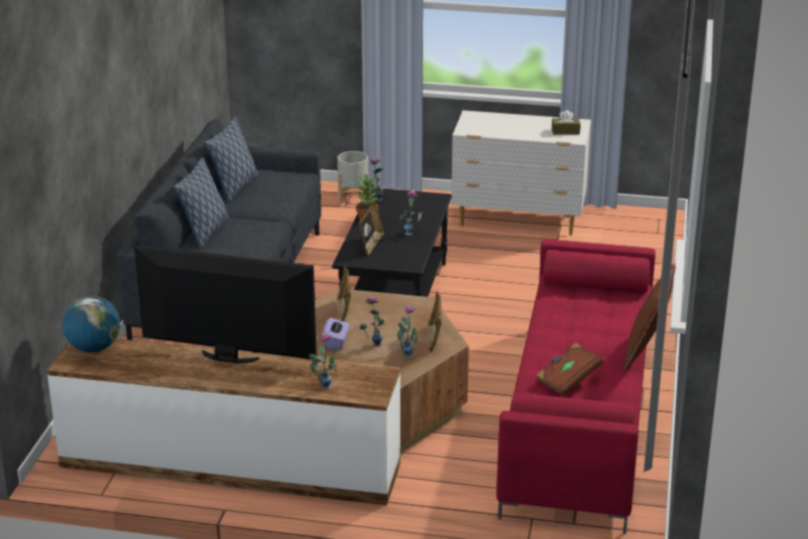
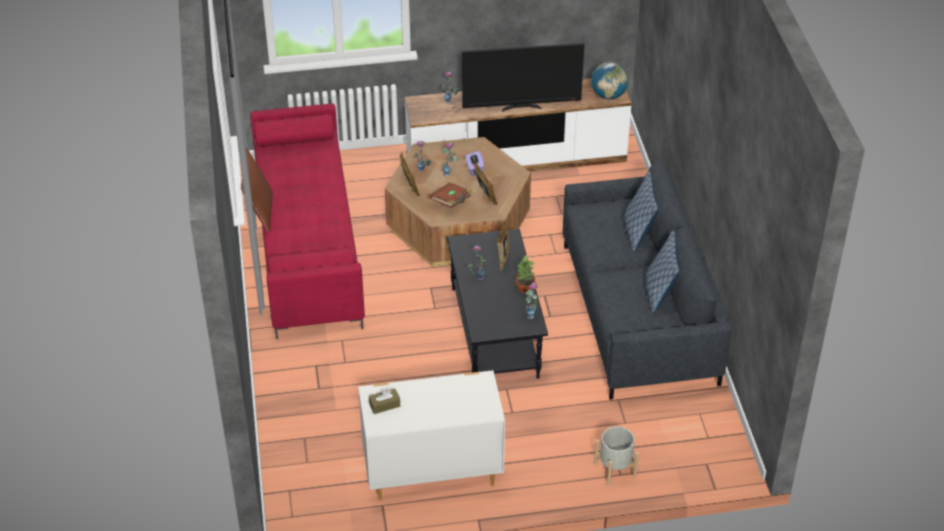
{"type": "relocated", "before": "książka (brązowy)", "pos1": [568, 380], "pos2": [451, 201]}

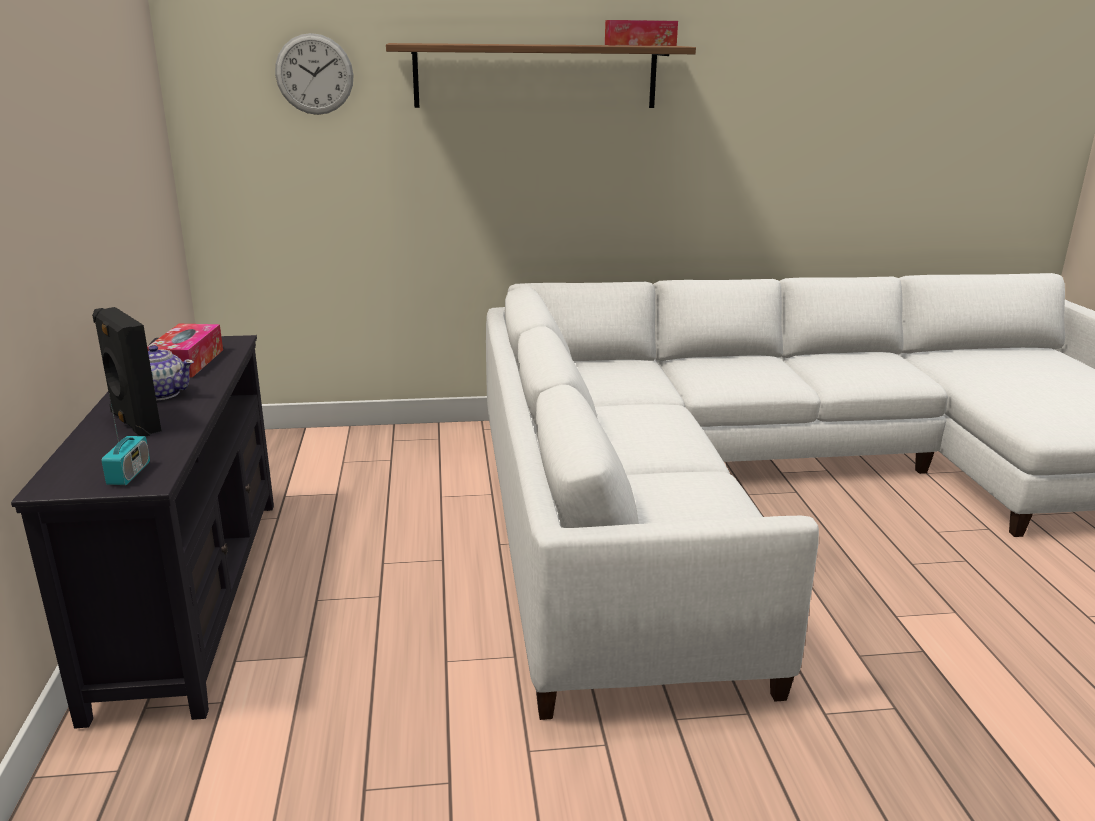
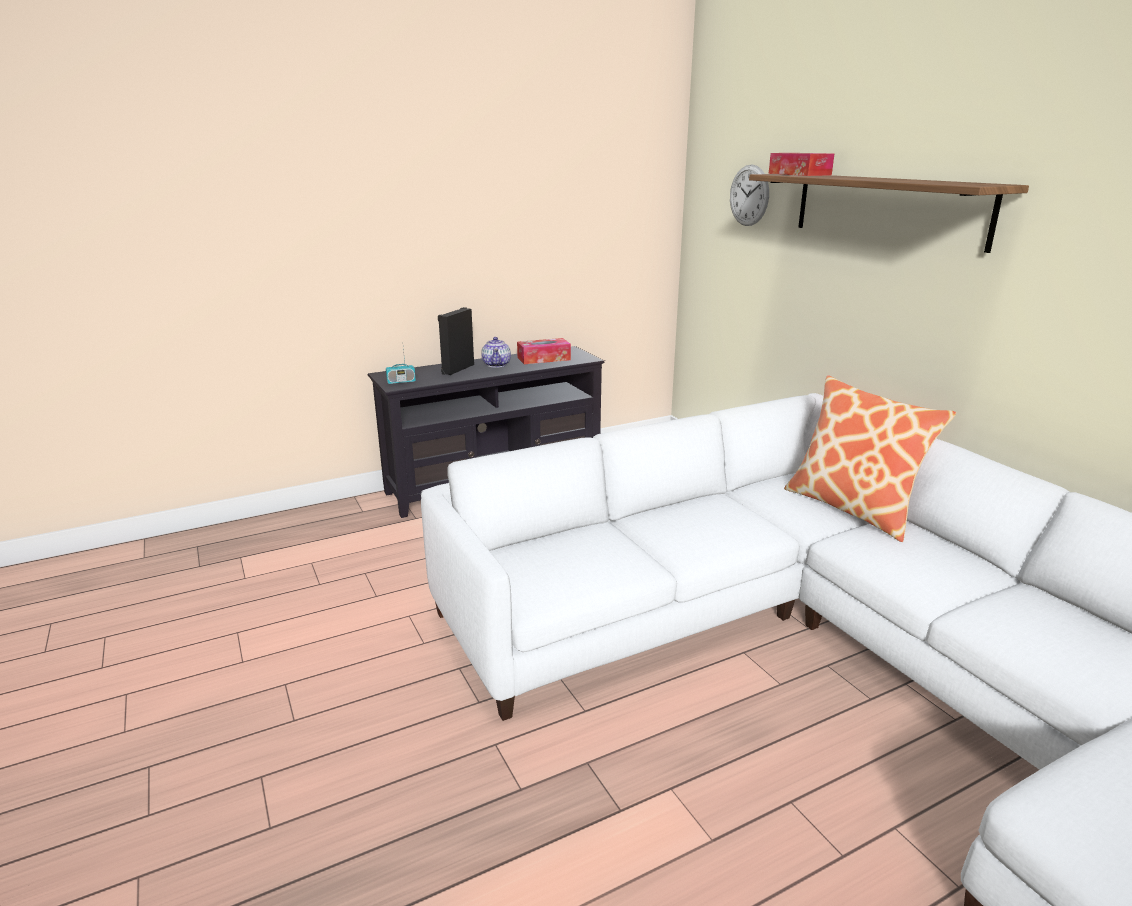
{"type": "relocated", "before": "pudełko chusteczek", "pos1": [640, 45], "pos2": [799, 174]}
{"type": "appeared", "after": "poduszka", "pos2": [853, 508]}

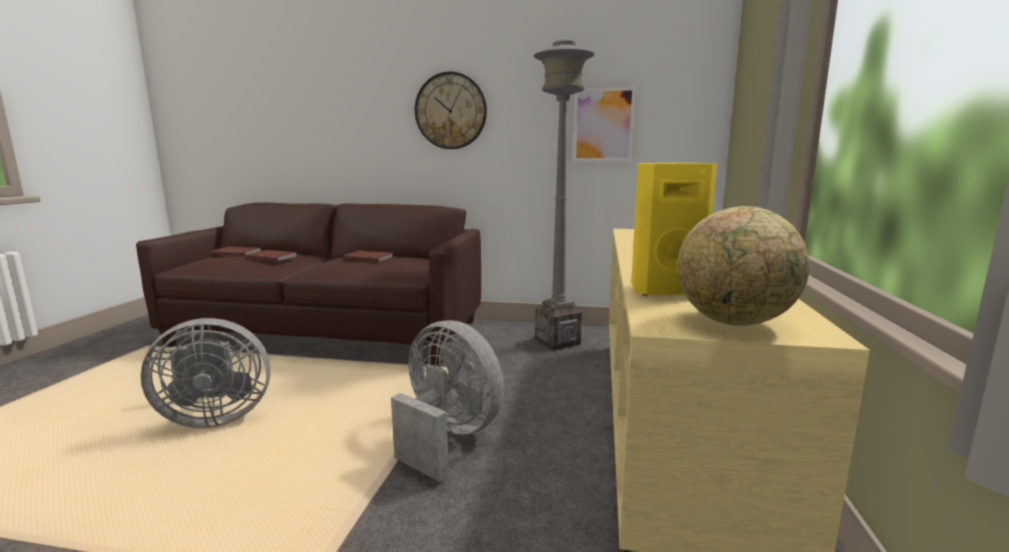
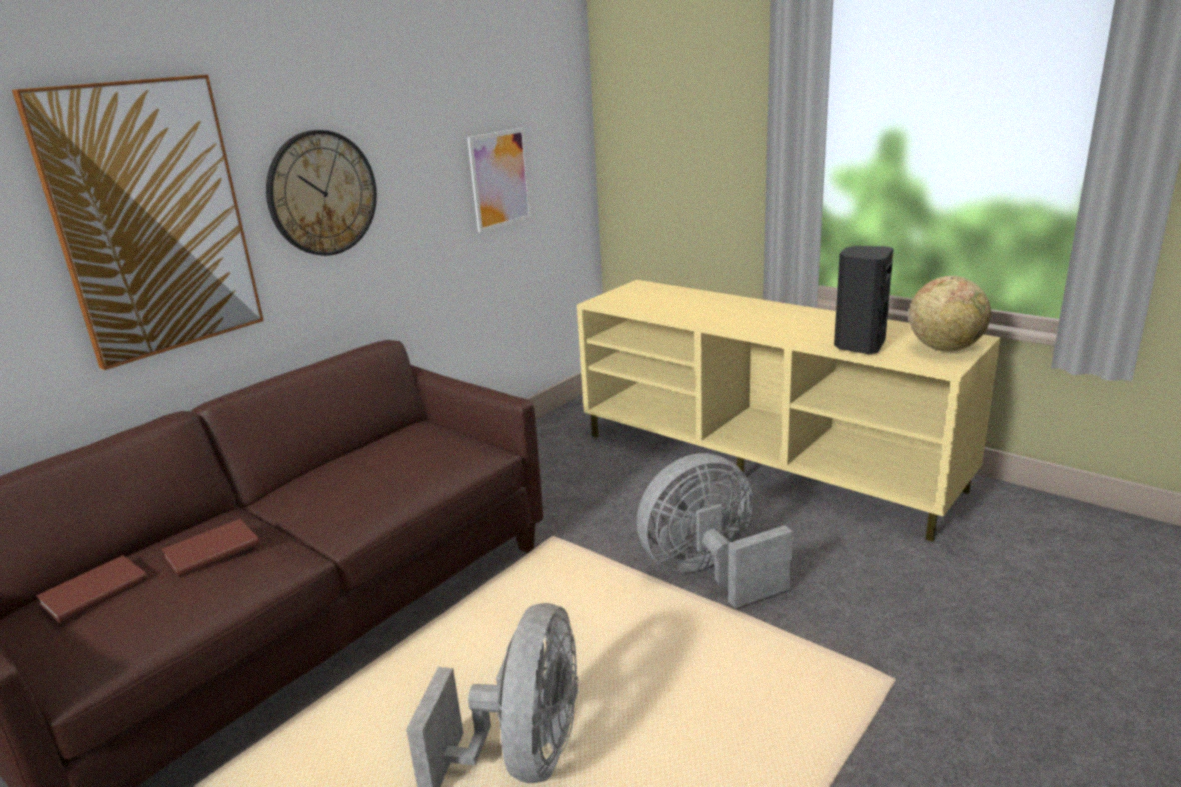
{"type": "missing", "before": "książka (brązowy)", "pos1": [369, 258]}
{"type": "missing", "before": "lampa stojąca (szary)", "pos1": [558, 341]}
{"type": "colour", "before": "głośnik (żółty)", "after": "głośnik (czarny)", "pos1": [664, 290], "pos2": [858, 345]}
{"type": "appeared", "after": "obraz", "pos2": [151, 220]}

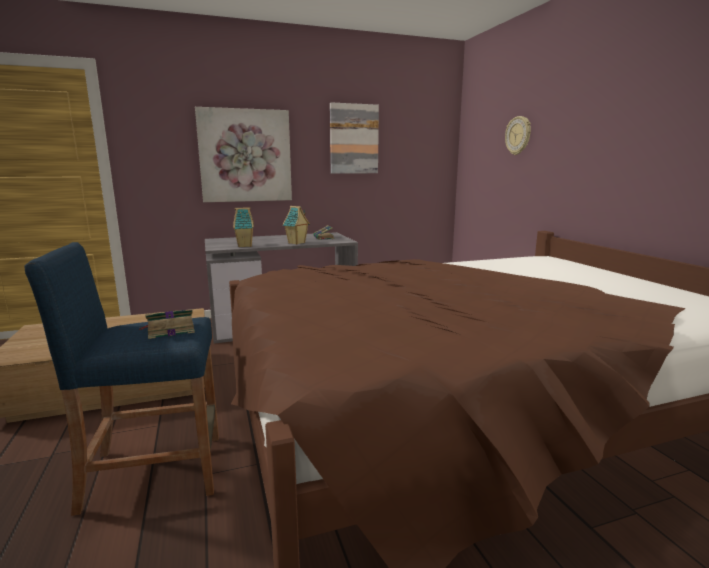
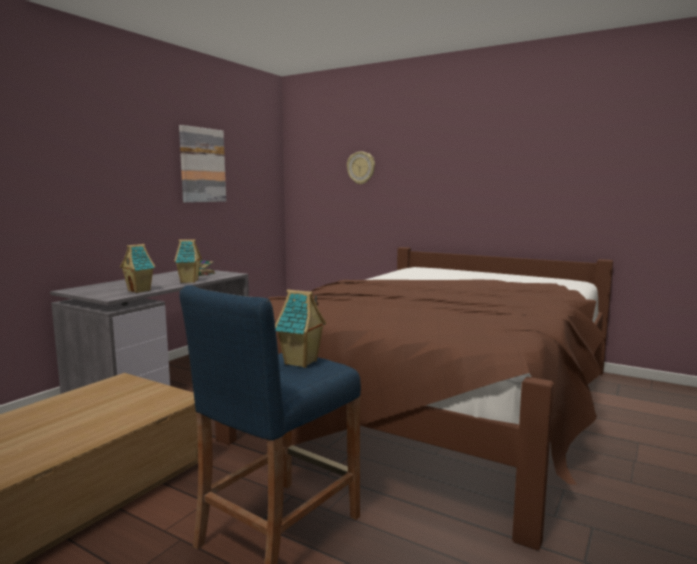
{"type": "exchanged", "before": "książka", "after": "domek", "pos1": [169, 330], "pos2": [301, 362]}
{"type": "missing", "before": "obraz", "pos1": [245, 156]}

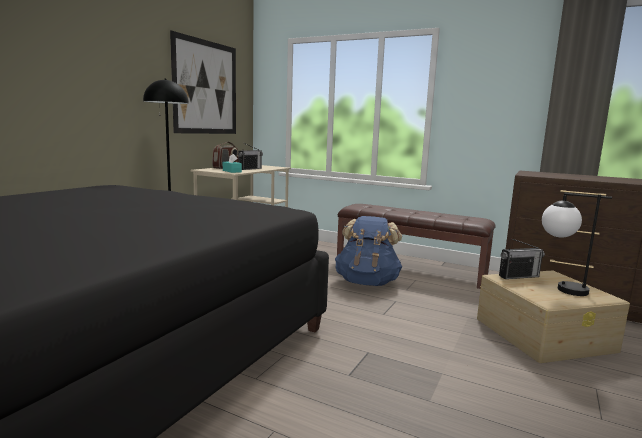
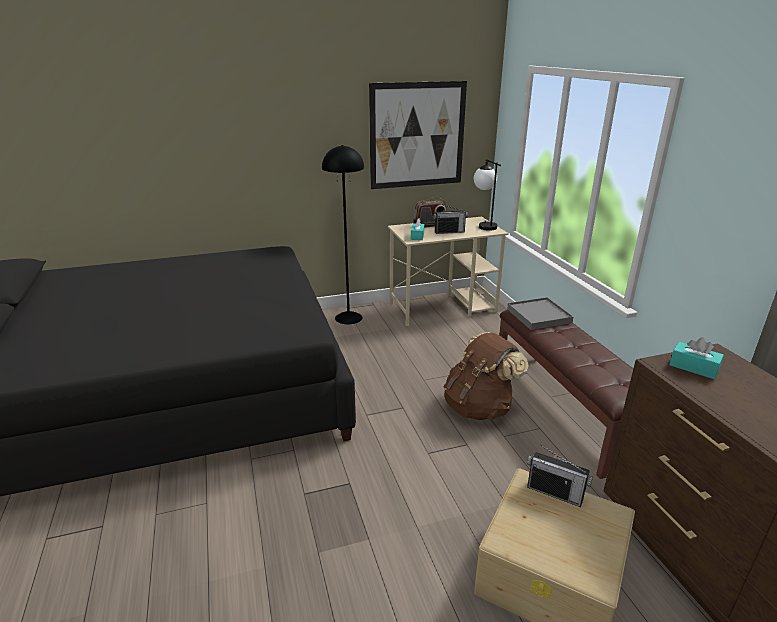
{"type": "colour", "before": "plecak (niebieski)", "after": "plecak (brązowy)", "pos1": [367, 282], "pos2": [479, 407]}
{"type": "relocated", "before": "lampa stołowa", "pos1": [559, 288], "pos2": [483, 225]}
{"type": "appeared", "after": "taca (szary)", "pos2": [538, 316]}
{"type": "appeared", "after": "pudełko chusteczek (turkusowy)", "pos2": [693, 367]}

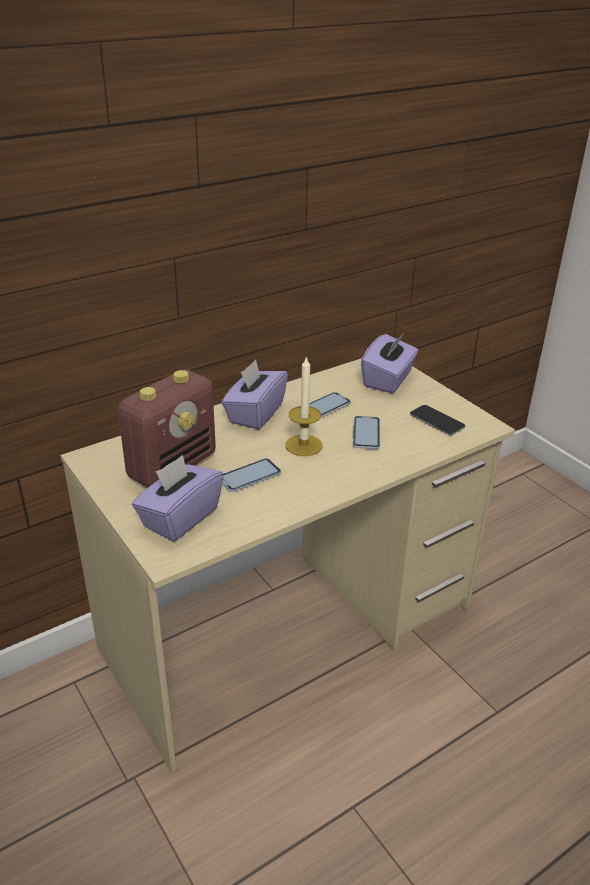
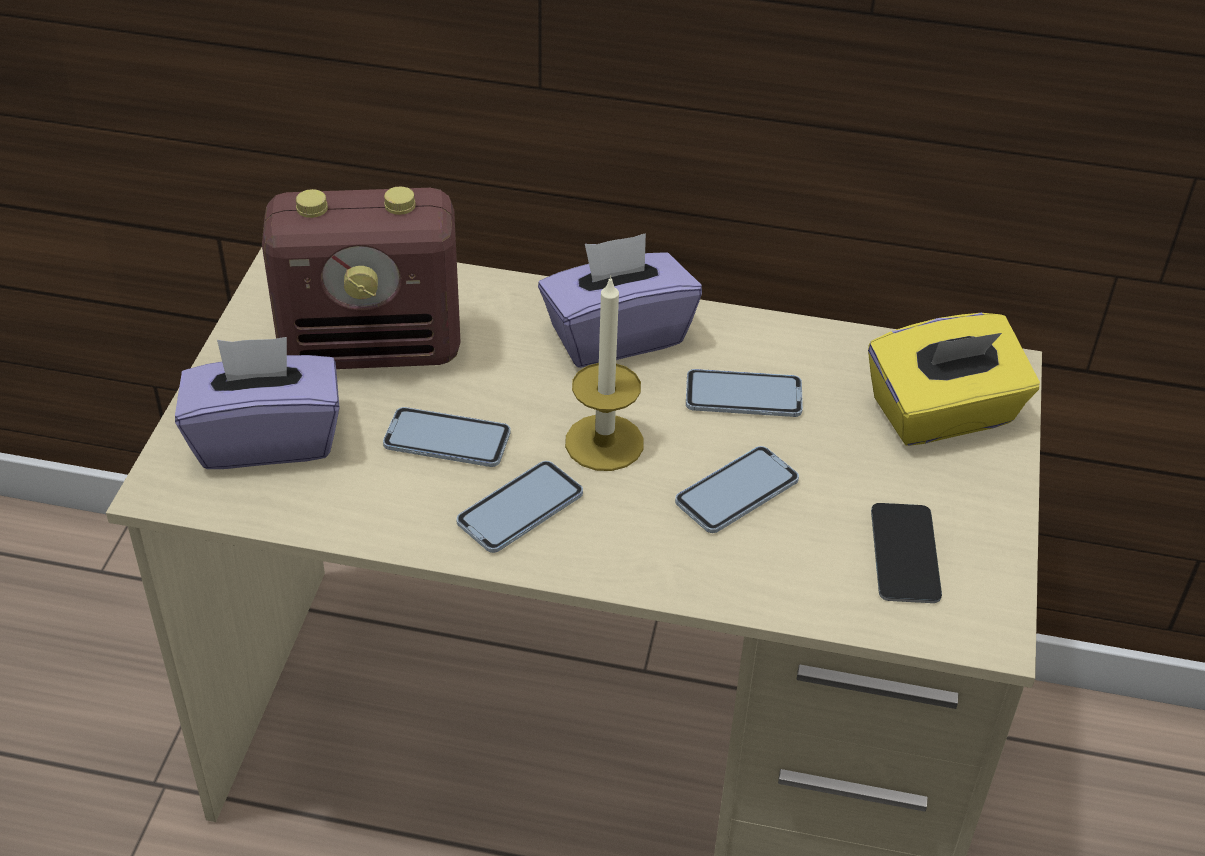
{"type": "colour", "before": "pudełko chusteczek (fioletowy)", "after": "pudełko chusteczek (żółty)", "pos1": [388, 380], "pos2": [943, 414]}
{"type": "appeared", "after": "telefon", "pos2": [520, 509]}

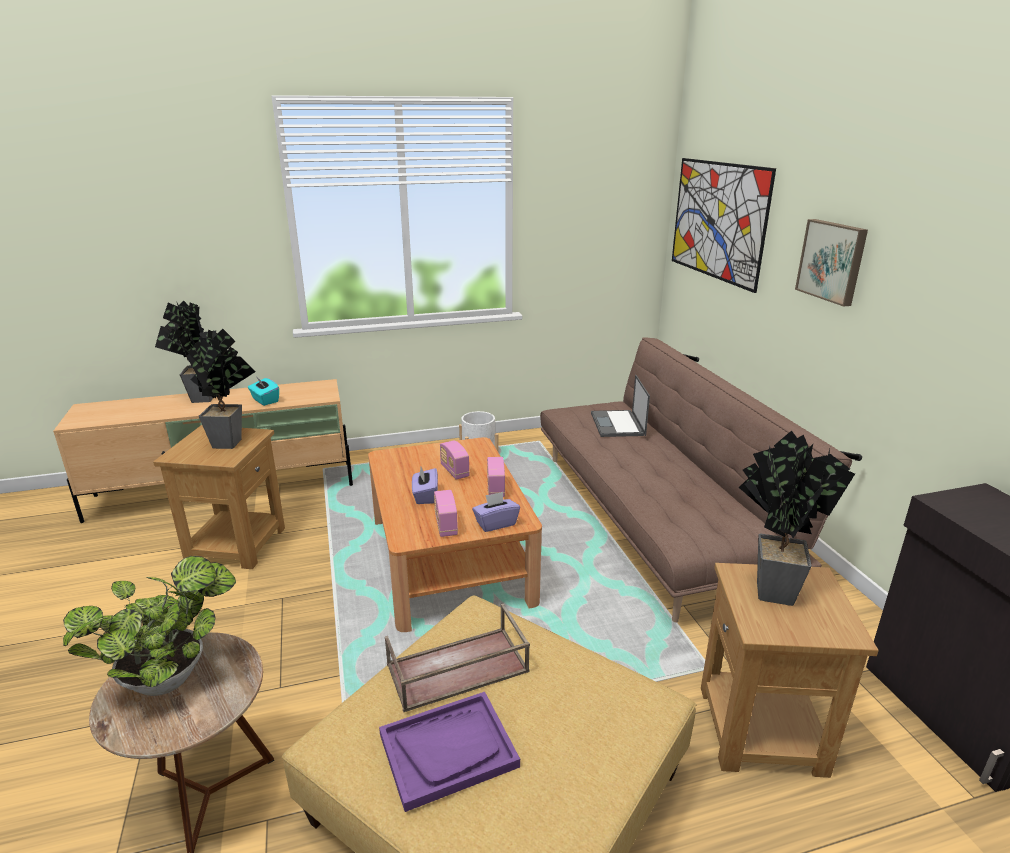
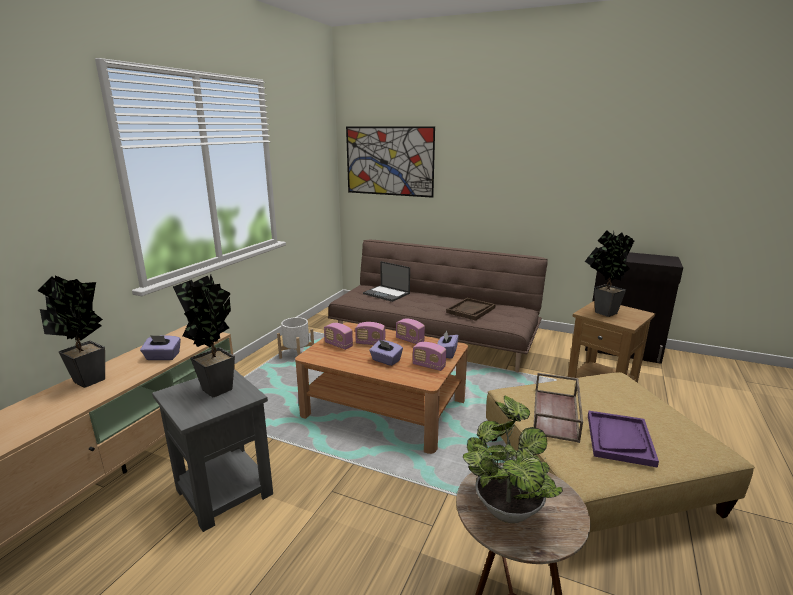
{"type": "colour", "before": "stolik (brązowy)", "after": "stolik (szary)", "pos1": [237, 544], "pos2": [223, 491]}
{"type": "colour", "before": "pudełko chusteczek (turkusowy)", "after": "pudełko chusteczek (fioletowy)", "pos1": [265, 400], "pos2": [162, 357]}
{"type": "missing", "before": "obraz", "pos1": [832, 261]}
{"type": "appeared", "after": "radio", "pos2": [338, 345]}
{"type": "appeared", "after": "taca (brązowy)", "pos2": [471, 310]}

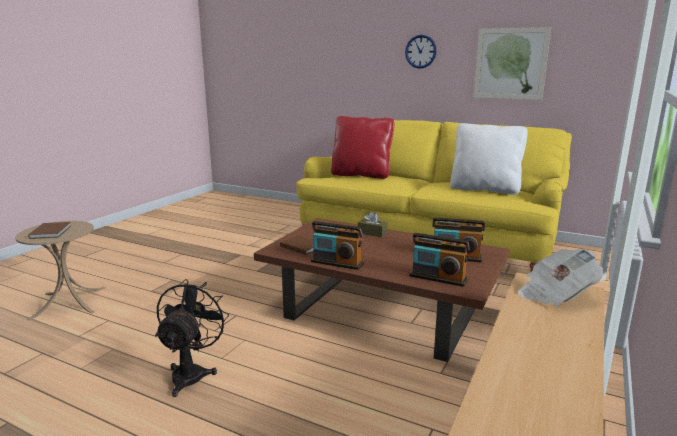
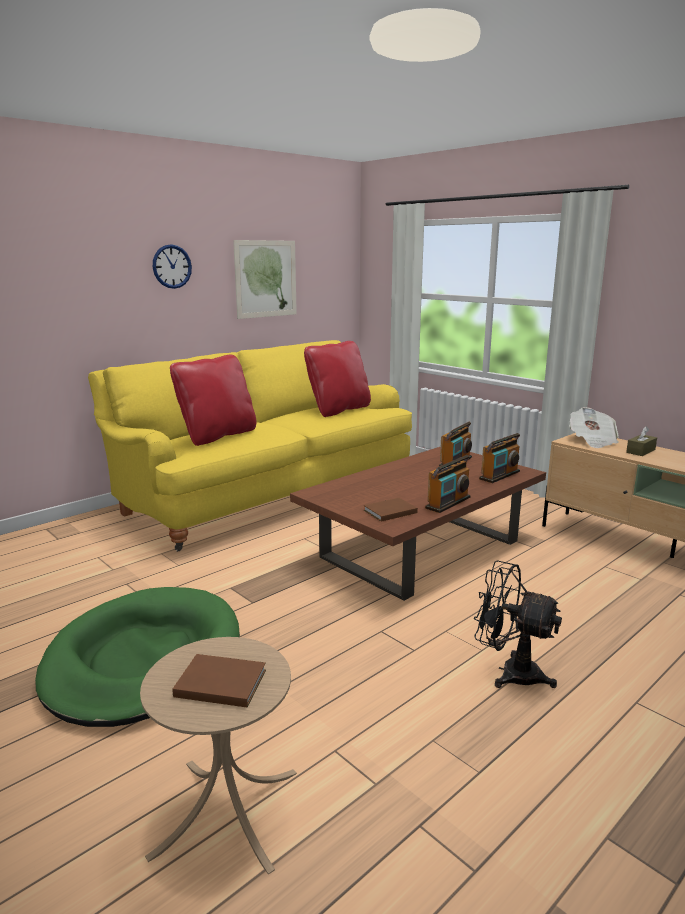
{"type": "relocated", "before": "pudełko chusteczek (brązowy)", "pos1": [372, 233], "pos2": [640, 451]}
{"type": "colour", "before": "poduszka (biały)", "after": "poduszka (czerwony)", "pos1": [484, 189], "pos2": [338, 410]}
{"type": "appeared", "after": "legowisko (zielony)", "pos2": [144, 660]}

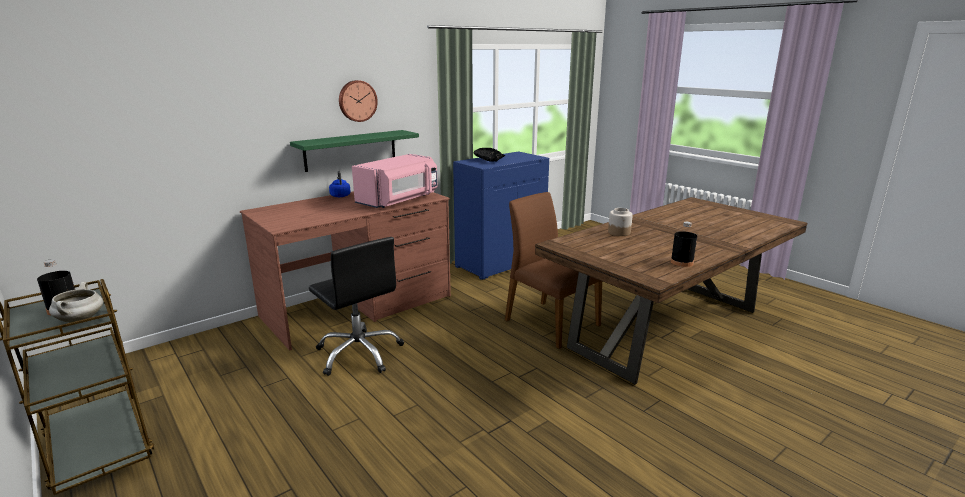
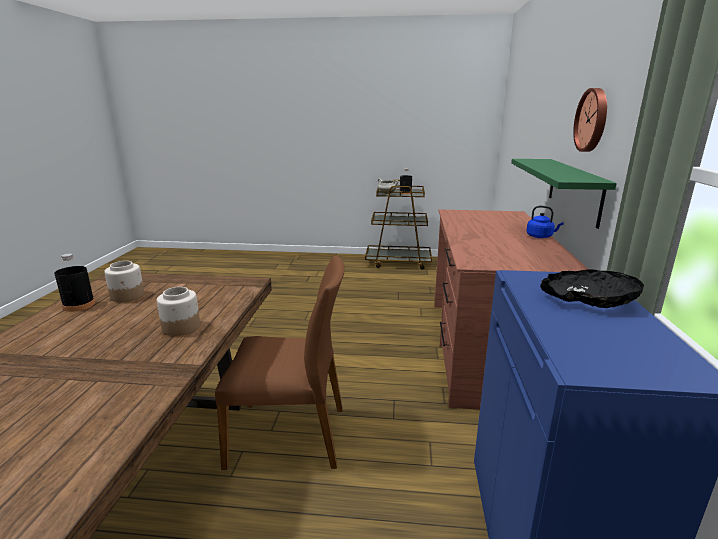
{"type": "missing", "before": "krzesło biurowe (czarny)", "pos1": [359, 353]}
{"type": "missing", "before": "mikrofalówka (różowy)", "pos1": [399, 200]}
{"type": "appeared", "after": "słoik", "pos2": [127, 296]}

